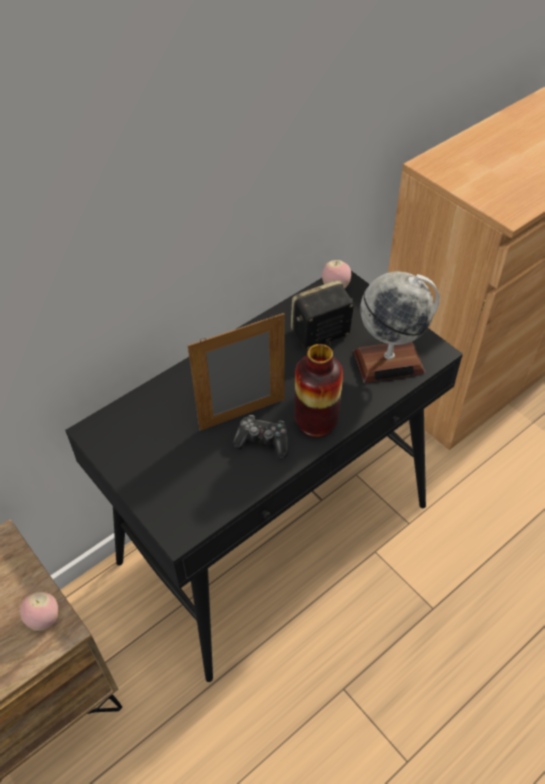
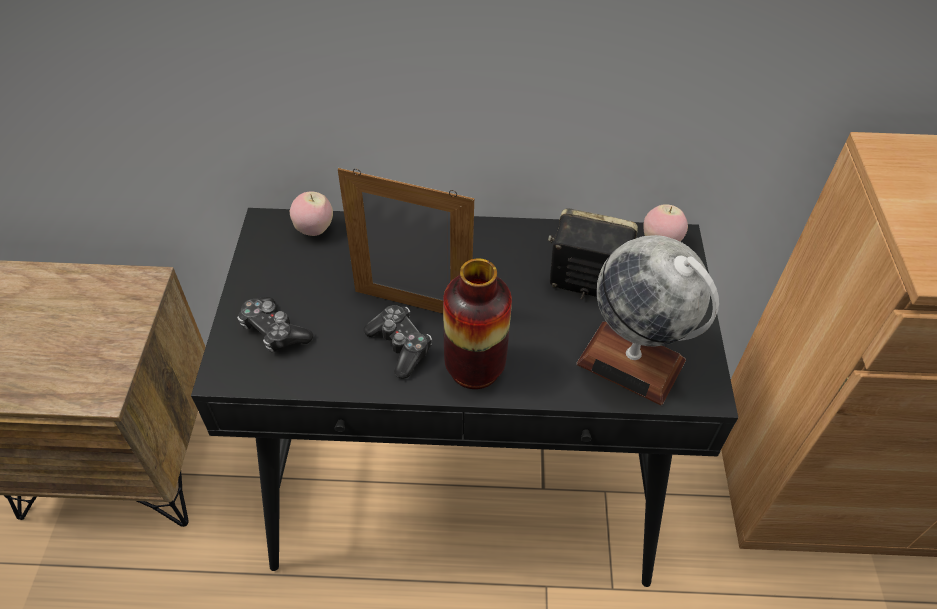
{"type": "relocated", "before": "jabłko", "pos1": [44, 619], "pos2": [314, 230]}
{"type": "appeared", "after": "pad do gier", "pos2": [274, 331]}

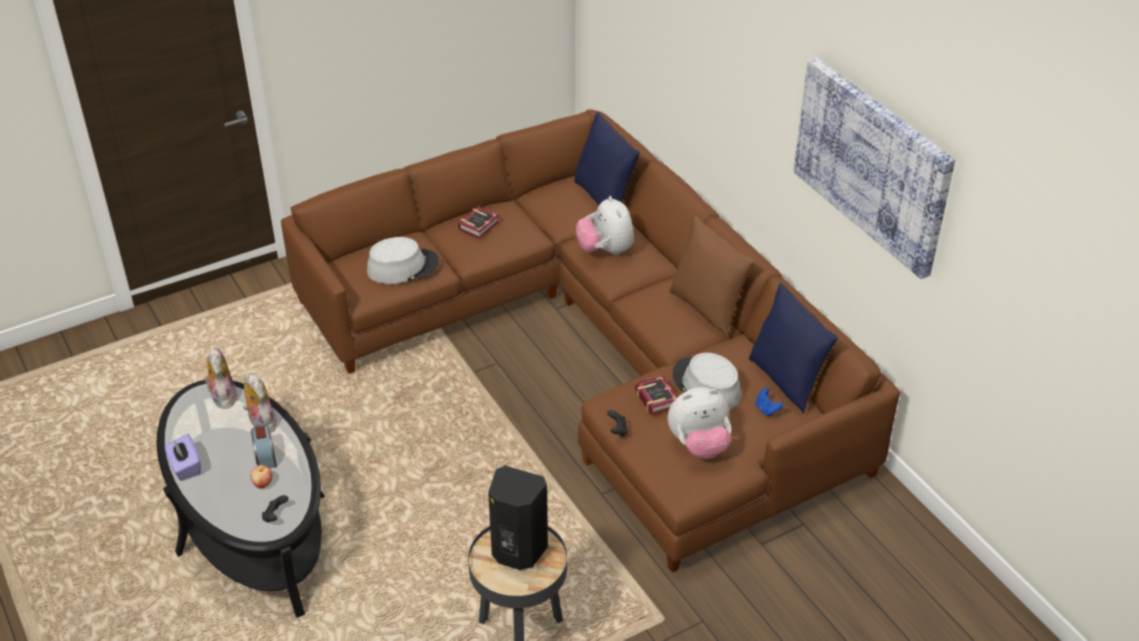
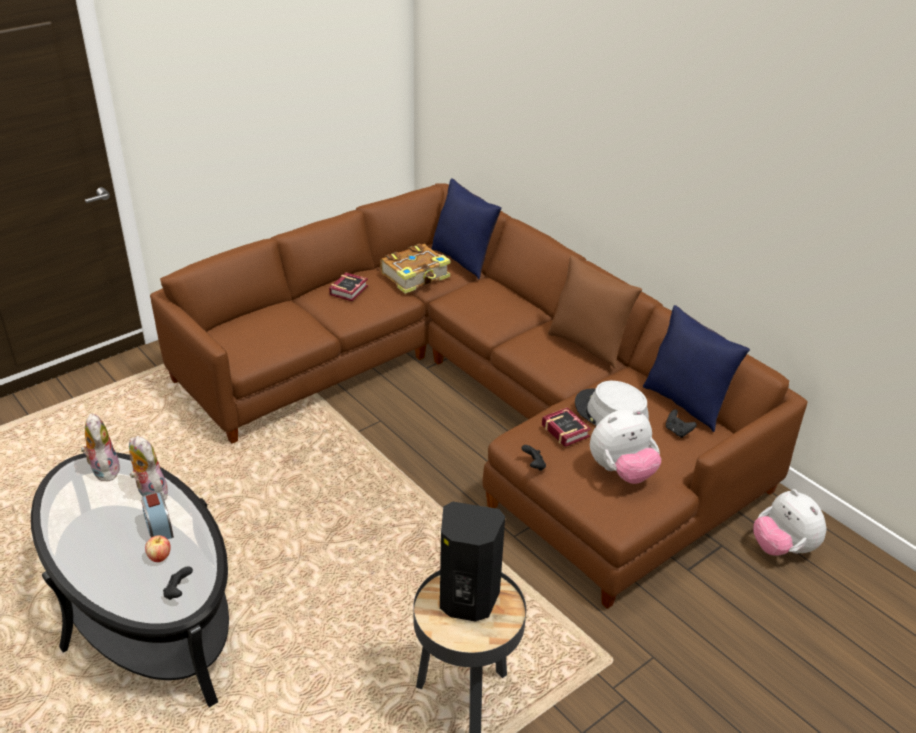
{"type": "missing", "before": "pudełko chusteczek (fioletowy)", "pos1": [185, 467]}
{"type": "missing", "before": "kapelusz (szary)", "pos1": [403, 267]}
{"type": "relocated", "before": "pluszak", "pos1": [605, 250], "pos2": [783, 548]}
{"type": "colour", "before": "pad do gier (niebieski)", "after": "pad do gier (czarny)", "pos1": [767, 409], "pos2": [677, 431]}
{"type": "missing", "before": "obraz", "pos1": [873, 164]}
{"type": "appeared", "after": "książka", "pos2": [416, 276]}

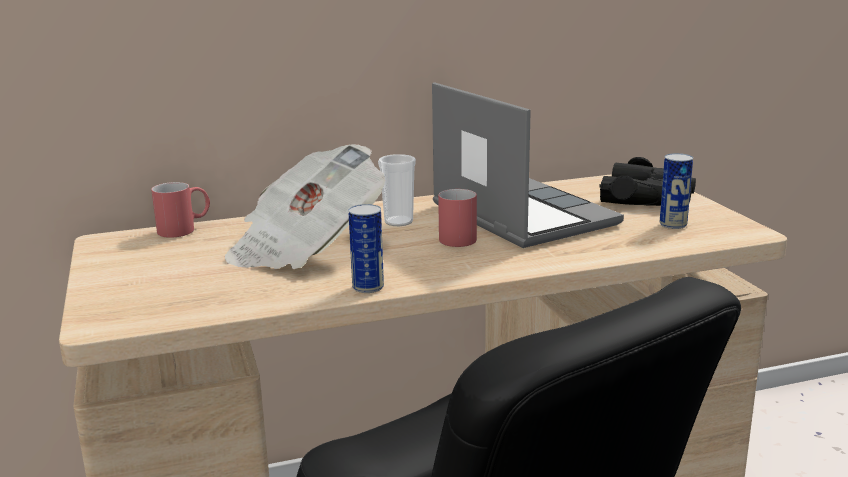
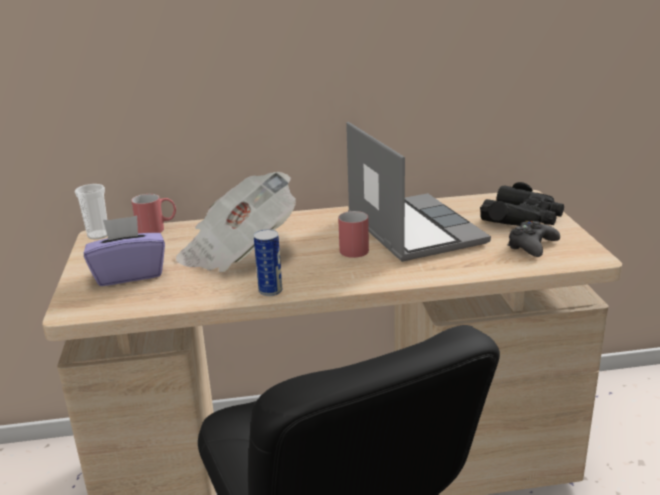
{"type": "relocated", "before": "filiżanka", "pos1": [398, 222], "pos2": [98, 235]}
{"type": "exchanged", "before": "puszka", "after": "pad do gier (czarny)", "pos1": [673, 225], "pos2": [532, 246]}
{"type": "appeared", "after": "pudełko chusteczek (fioletowy)", "pos2": [129, 274]}

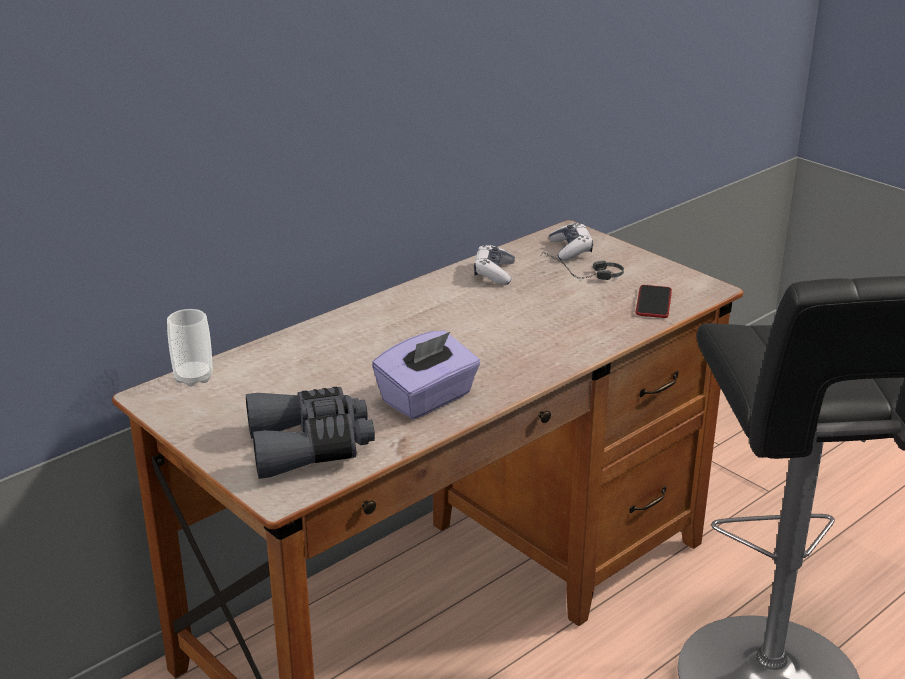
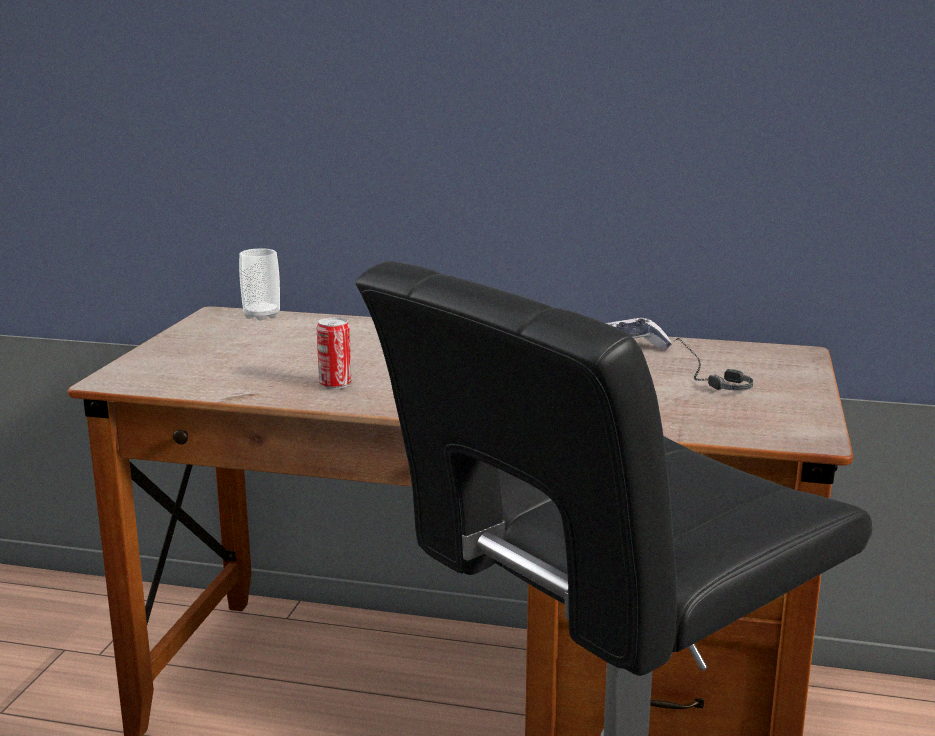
{"type": "missing", "before": "lornetka (szary)", "pos1": [310, 446]}
{"type": "exchanged", "before": "pudełko chusteczek (fioletowy)", "after": "puszka", "pos1": [427, 399], "pos2": [335, 384]}
{"type": "missing", "before": "pad do gier", "pos1": [571, 250]}
{"type": "missing", "before": "telefon", "pos1": [653, 303]}

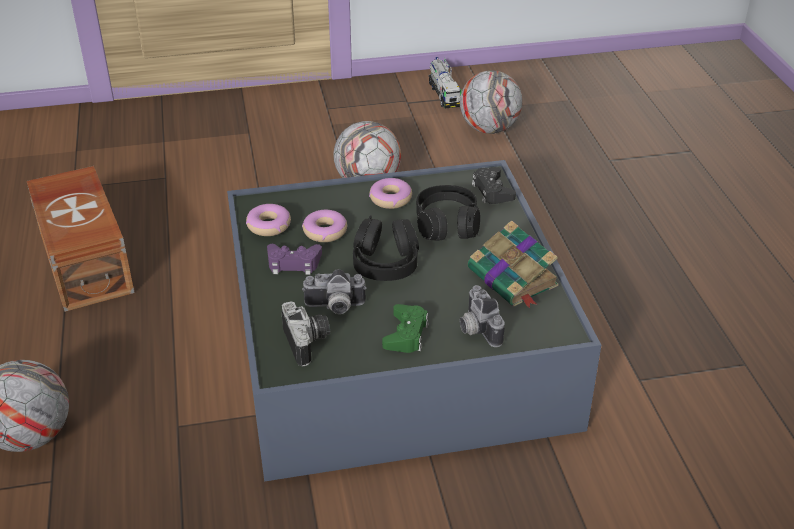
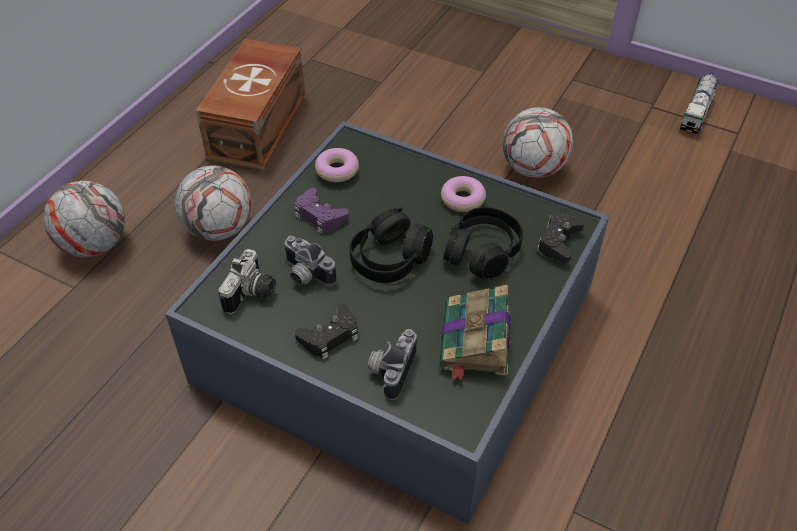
{"type": "missing", "before": "donut", "pos1": [325, 231]}
{"type": "colour", "before": "pad do gier (zielony)", "after": "pad do gier (czarny)", "pos1": [406, 334], "pos2": [330, 336]}
{"type": "relocated", "before": "piłka futbolowa", "pos1": [489, 129], "pos2": [219, 229]}

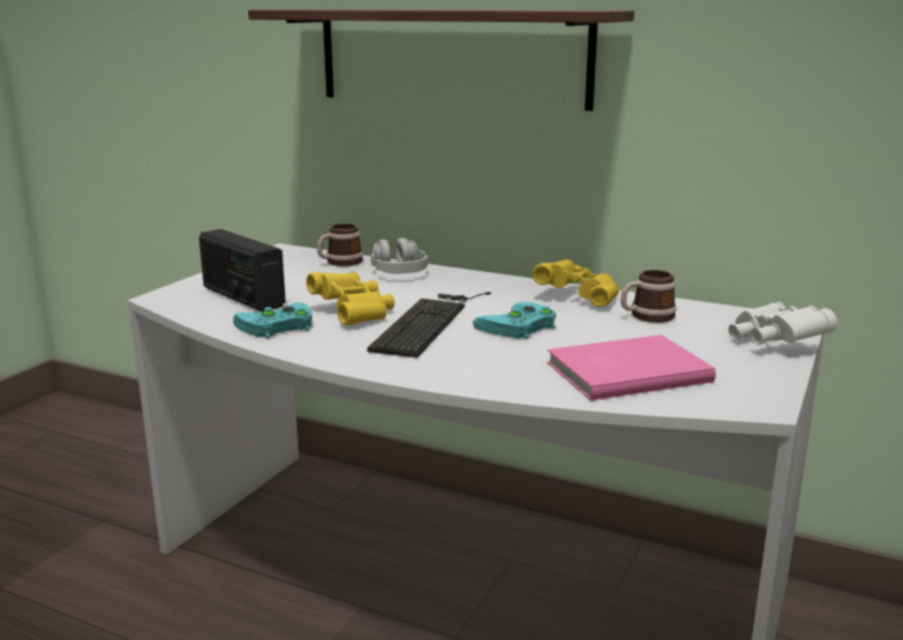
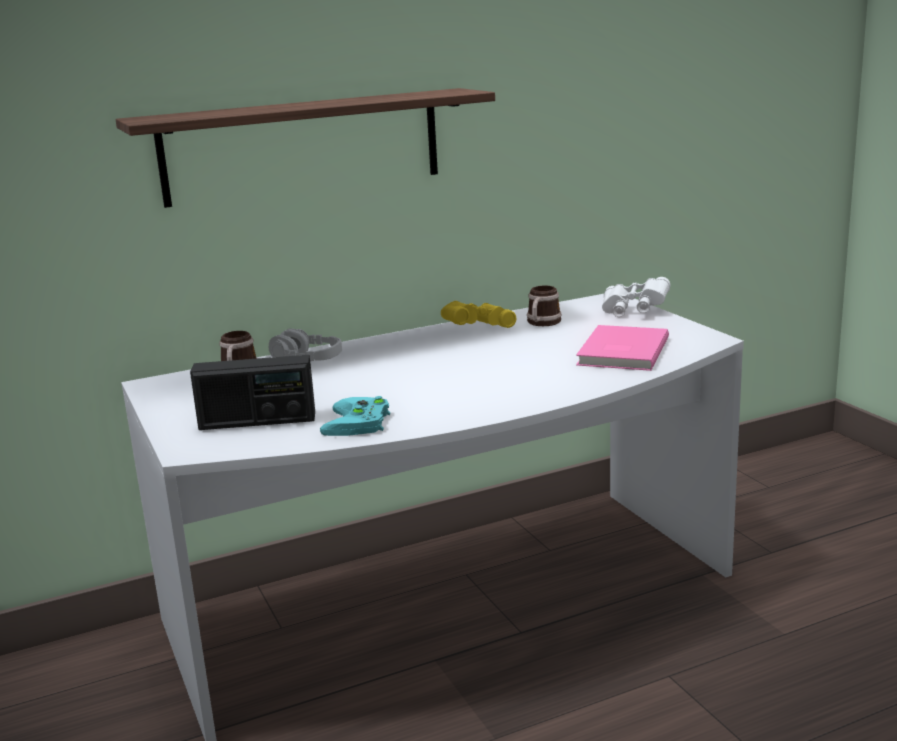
{"type": "missing", "before": "lornetka (żółty)", "pos1": [354, 313]}
{"type": "missing", "before": "klawiatura", "pos1": [428, 322]}
{"type": "missing", "before": "pad do gier (turkusowy)", "pos1": [517, 327]}

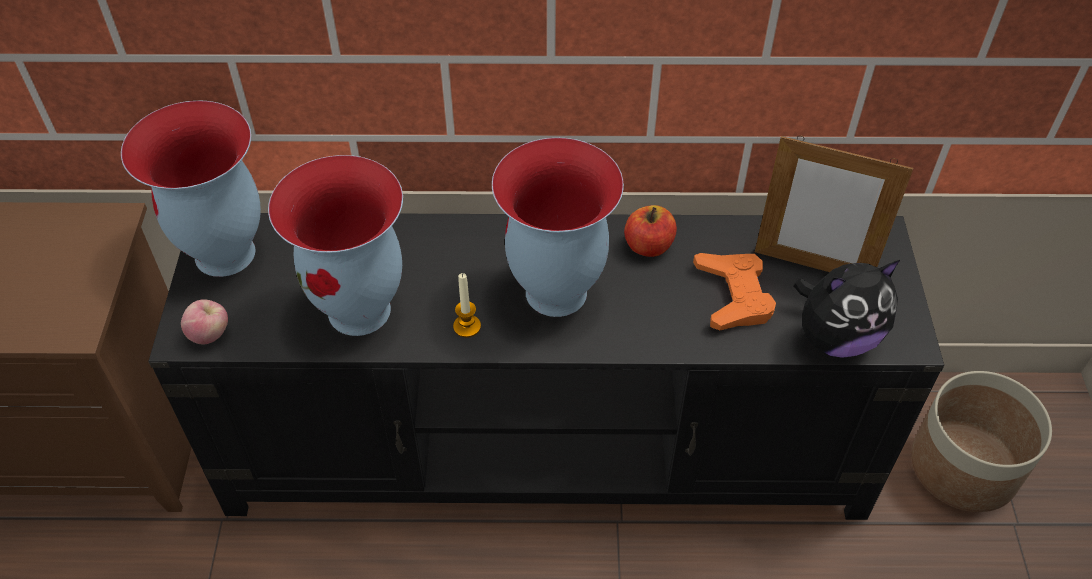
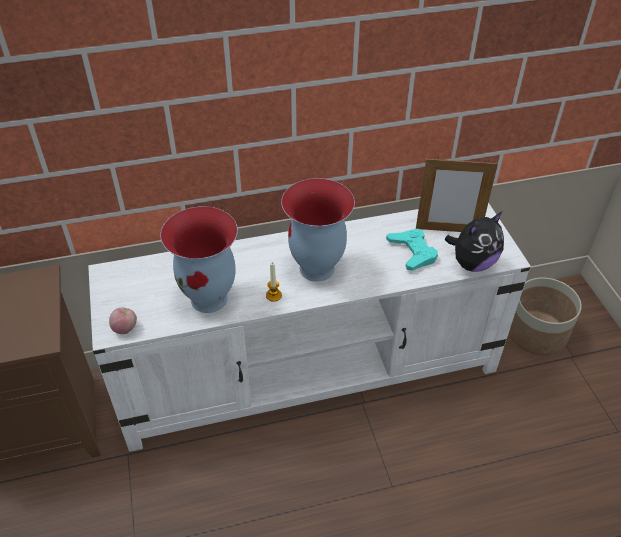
{"type": "missing", "before": "wazon", "pos1": [226, 255]}
{"type": "colour", "before": "szafka pod telewizor (czarny)", "after": "szafka pod telewizor (biały)", "pos1": [548, 447], "pos2": [310, 371]}
{"type": "missing", "before": "jabłko", "pos1": [649, 246]}
{"type": "colour", "before": "pad do gier (pomarańczowy)", "after": "pad do gier (turkusowy)", "pos1": [733, 295], "pos2": [412, 252]}

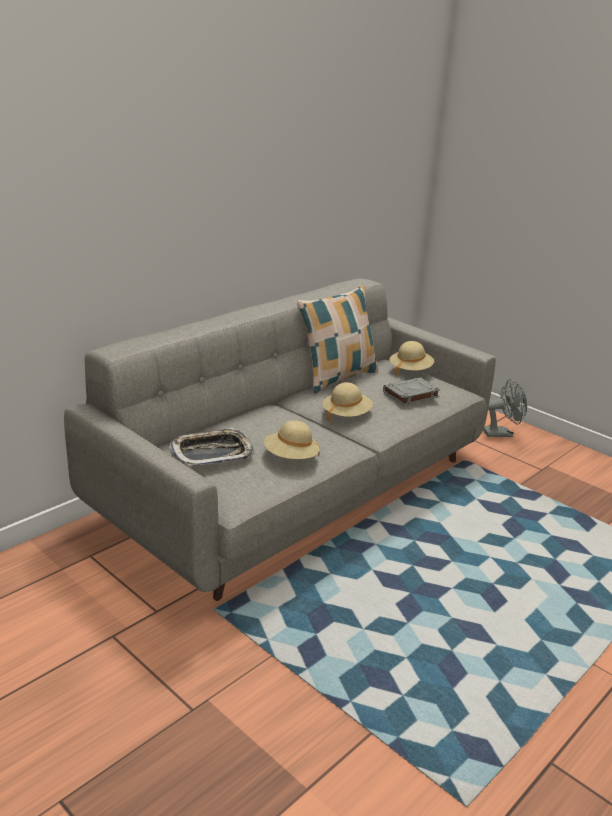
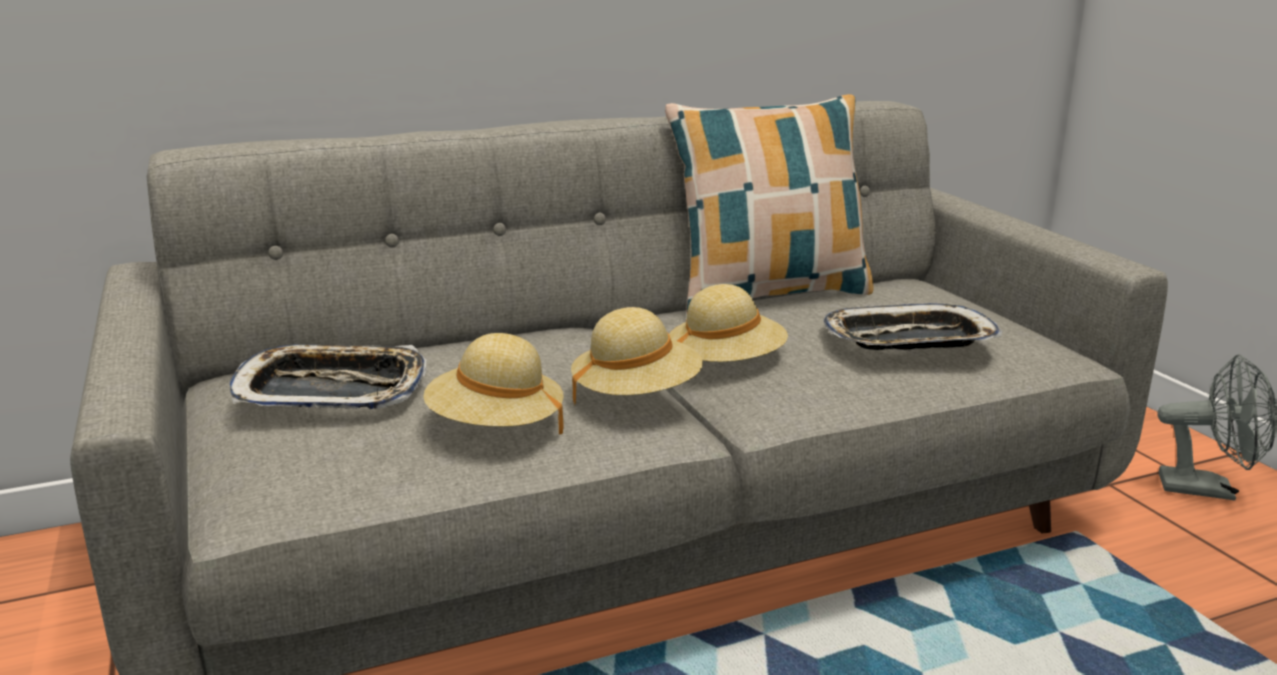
{"type": "exchanged", "before": "książka (szary)", "after": "taca", "pos1": [410, 395], "pos2": [908, 340]}
{"type": "relocated", "before": "kapelusz (beżowy)", "pos1": [410, 370], "pos2": [636, 395]}

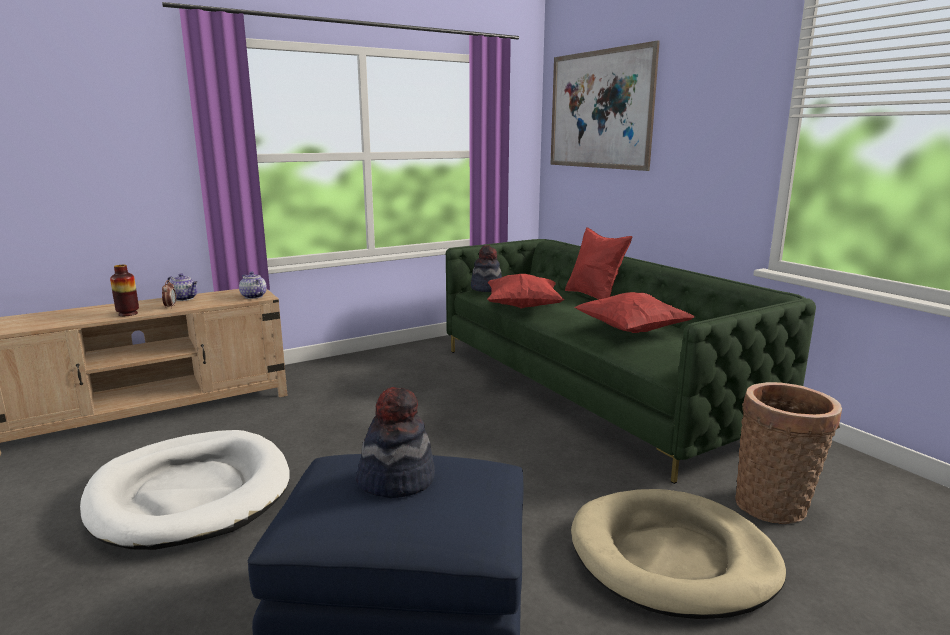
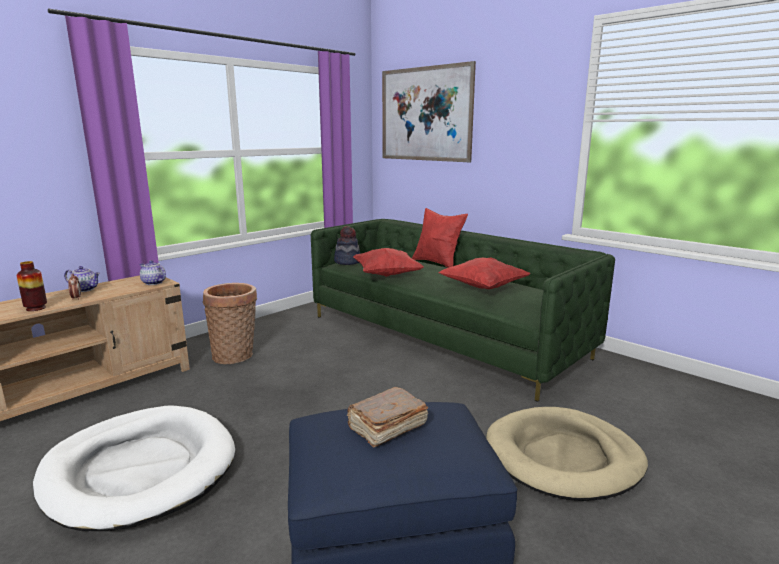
{"type": "exchanged", "before": "kapelusz", "after": "książka (brązowy)", "pos1": [396, 479], "pos2": [386, 427]}
{"type": "relocated", "before": "koszyk", "pos1": [775, 505], "pos2": [235, 355]}

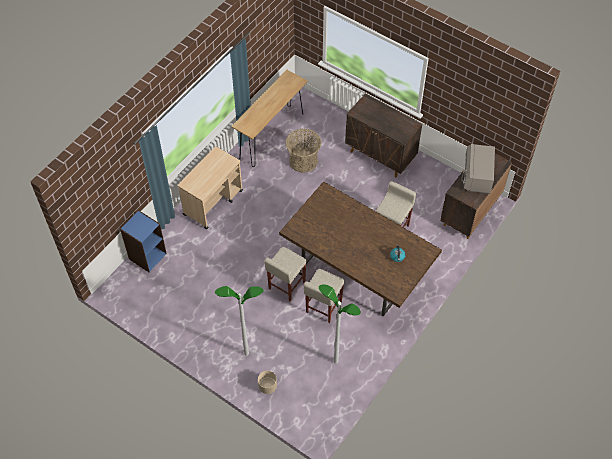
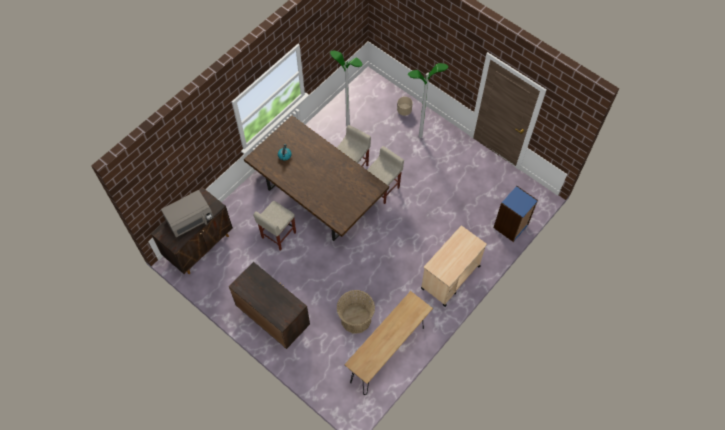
{"type": "spun", "before": "mikrofalówka (szary)", "pos1": [476, 176], "pos2": [190, 220], "turn": 45}

